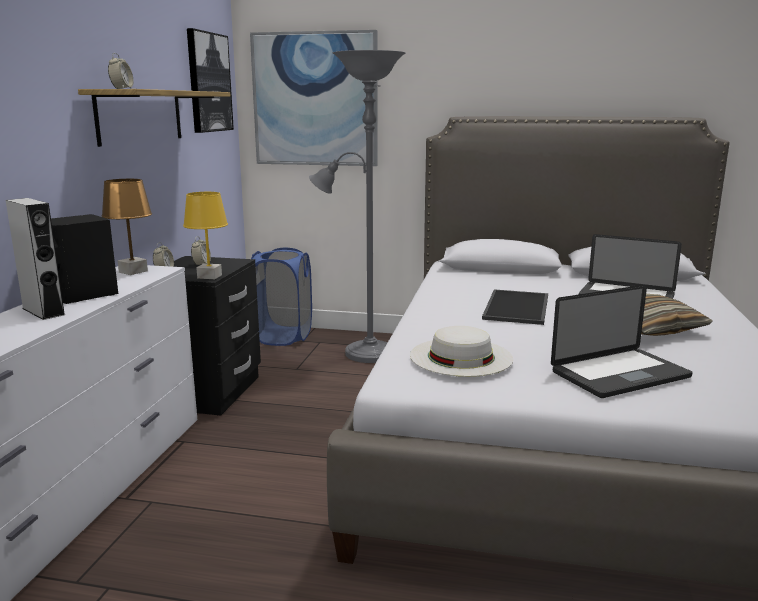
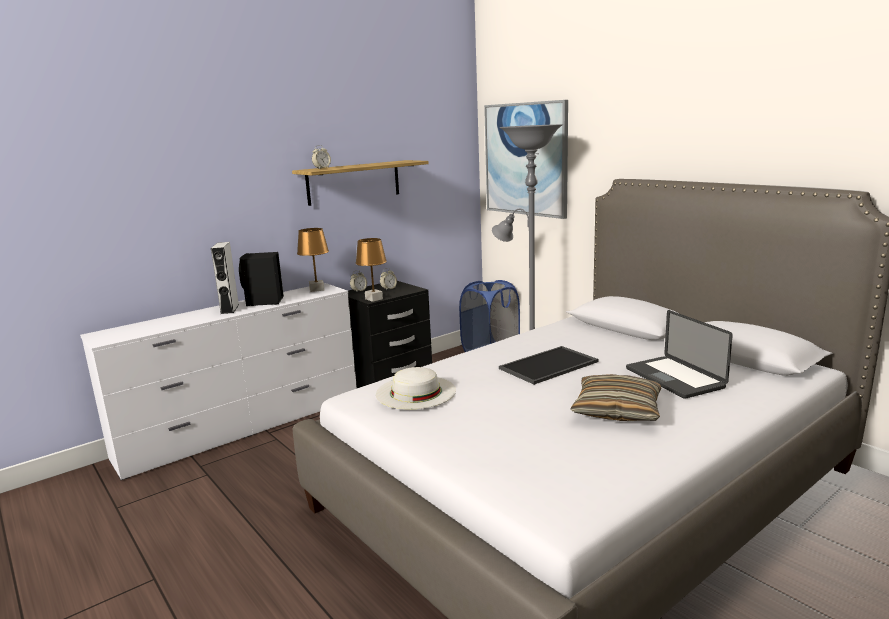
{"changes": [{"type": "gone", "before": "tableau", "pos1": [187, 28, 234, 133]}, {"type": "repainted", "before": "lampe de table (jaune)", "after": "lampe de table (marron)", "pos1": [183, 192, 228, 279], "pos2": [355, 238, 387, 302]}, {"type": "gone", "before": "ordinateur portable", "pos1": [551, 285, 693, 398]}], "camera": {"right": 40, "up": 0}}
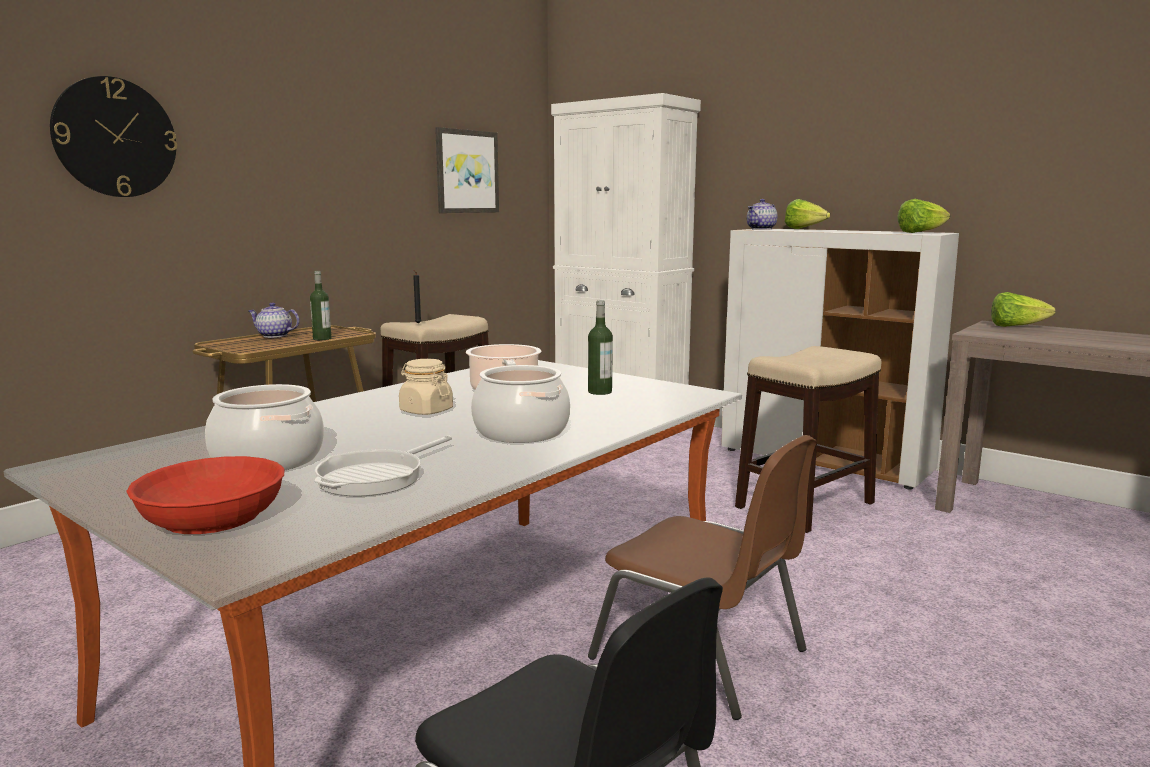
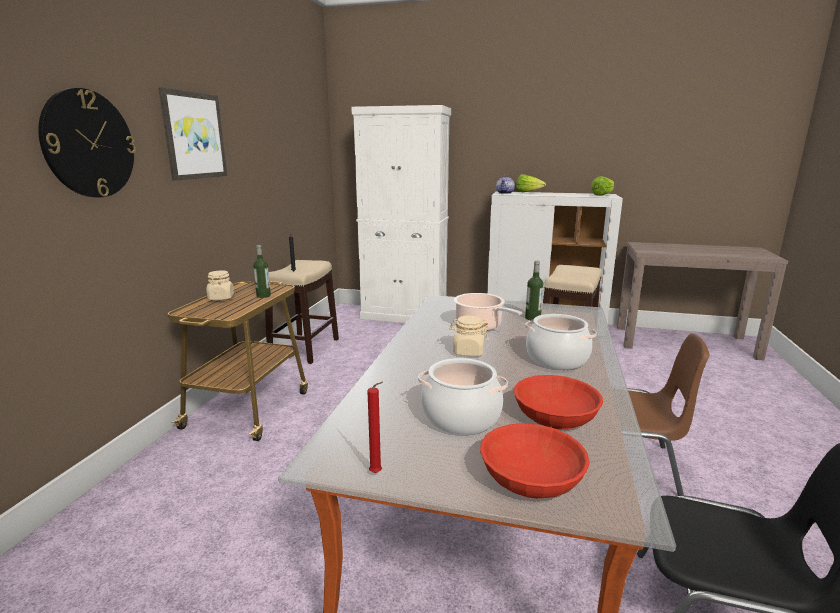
{"changes": [{"type": "shifted", "before": "tableau", "pos1": [435, 127, 499, 213], "pos2": [159, 87, 227, 181]}, {"type": "gone", "before": "laitue", "pos1": [991, 292, 1056, 327]}, {"type": "swapped", "before": "théière", "after": "bocal (beige)", "pos1": [248, 303, 299, 338], "pos2": [206, 270, 234, 300]}, {"type": "swapped", "before": "poêle", "after": "bol (rouge)", "pos1": [314, 435, 452, 496], "pos2": [514, 375, 603, 429]}, {"type": "new", "after": "bougie (rouge)", "pos2": [367, 382, 383, 473]}], "camera": {"right": -25, "up": 5}}
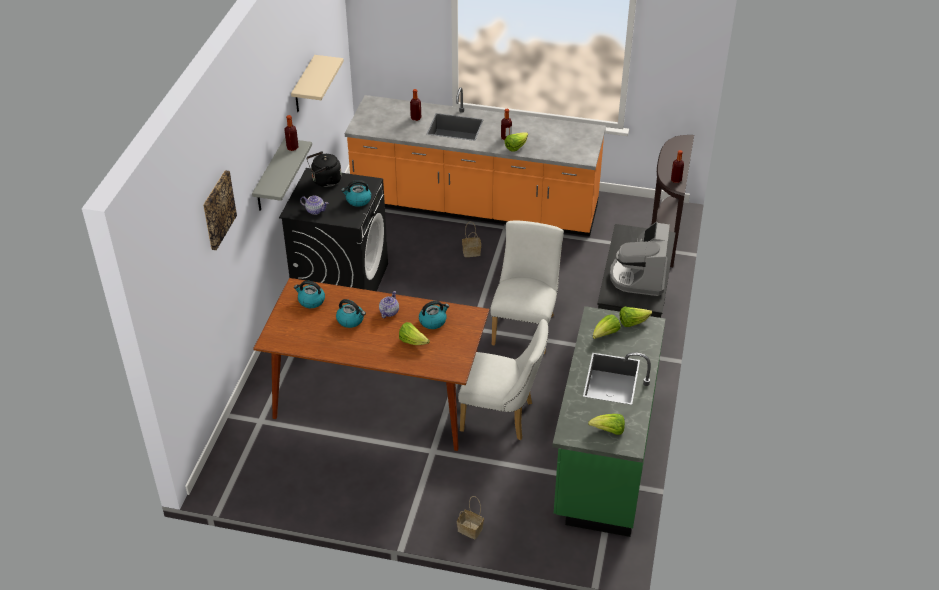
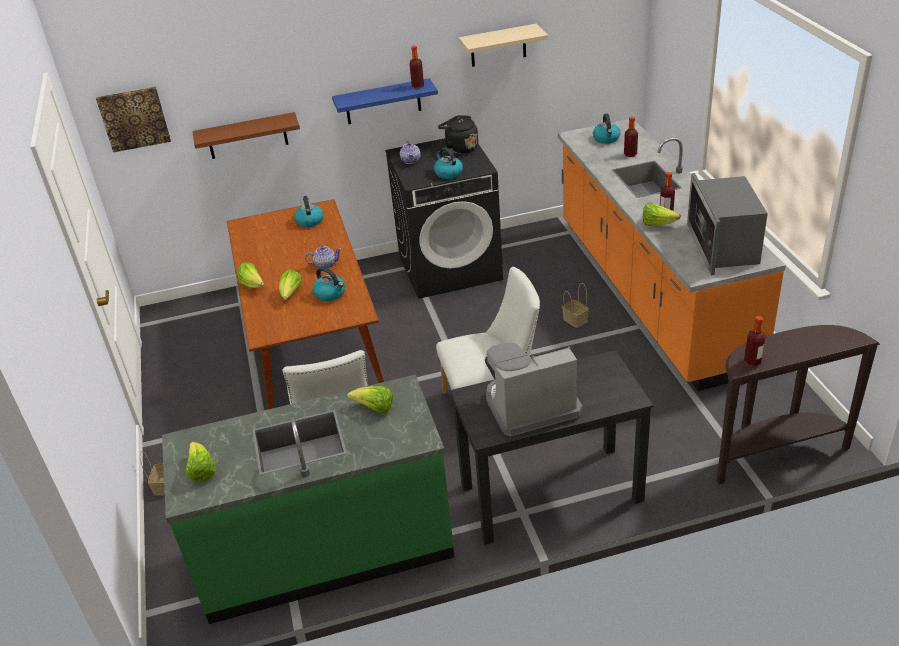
{"changes": [{"type": "repainted", "before": "étagère (gris)", "after": "étagère (bleu)", "pos1": [252, 138, 312, 211], "pos2": [332, 78, 438, 124]}, {"type": "shifted", "before": "tableau", "pos1": [203, 170, 237, 250], "pos2": [96, 87, 171, 152]}, {"type": "shifted", "before": "bouilloire", "pos1": [336, 299, 366, 328], "pos2": [593, 114, 621, 144]}, {"type": "shifted", "before": "laitue", "pos1": [620, 307, 652, 327], "pos2": [236, 262, 265, 288]}, {"type": "new", "after": "étagère (marron)", "pos2": [192, 112, 300, 159]}, {"type": "new", "after": "micro-ondes", "pos2": [687, 173, 768, 275]}], "camera": {"right": 65, "up": -5}}
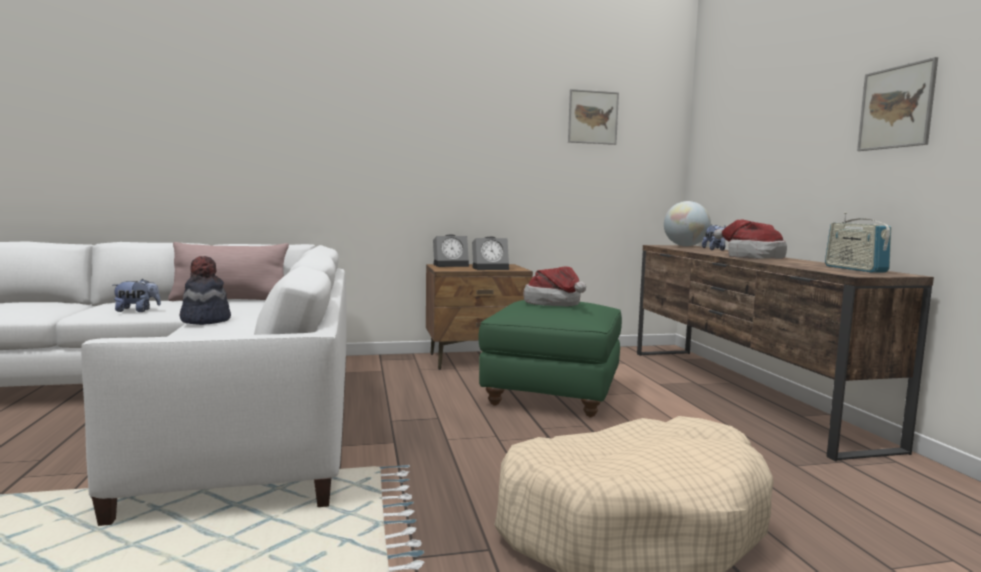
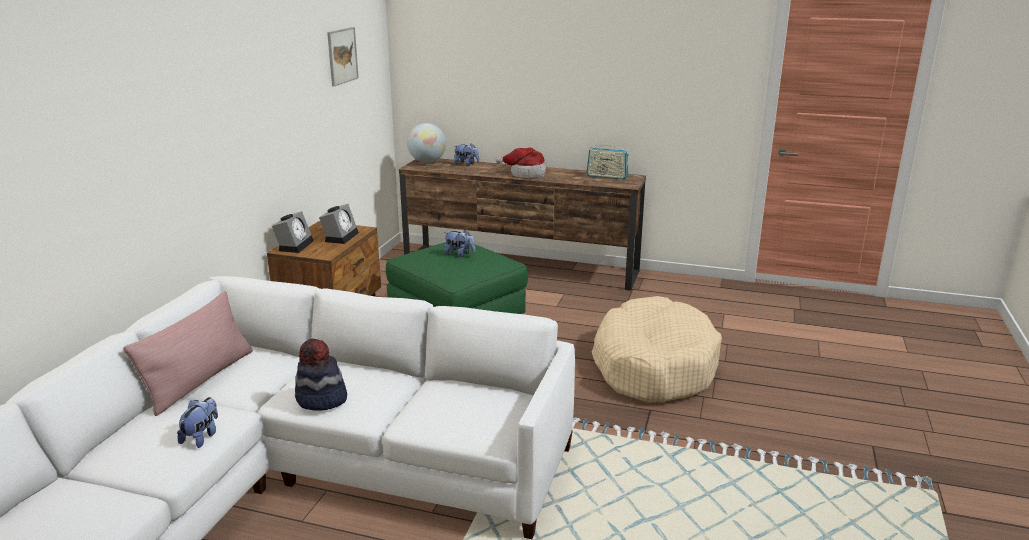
{"changes": [{"type": "gone", "before": "tableau", "pos1": [857, 57, 938, 151]}, {"type": "swapped", "before": "chapeau", "after": "peluche", "pos1": [523, 266, 586, 307], "pos2": [444, 230, 475, 257]}], "camera": {"right": -60, "up": 15}}
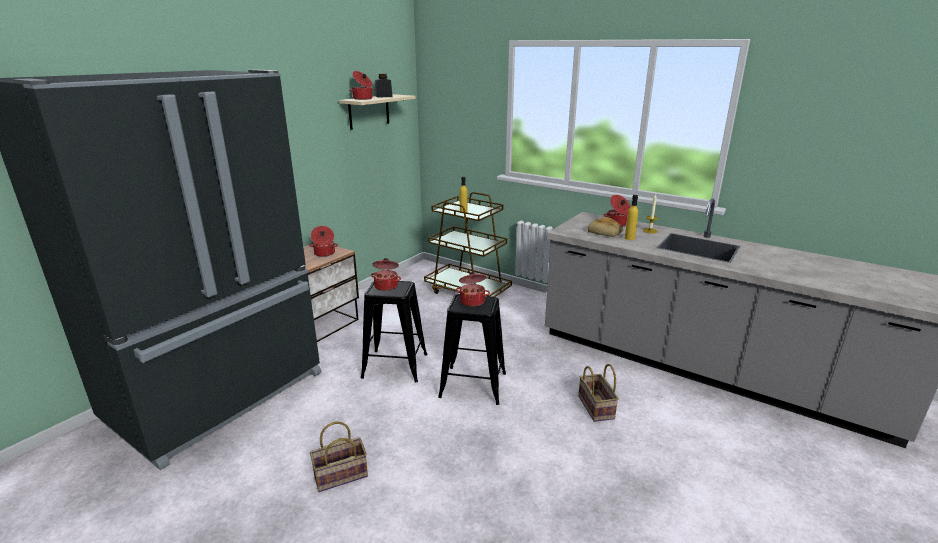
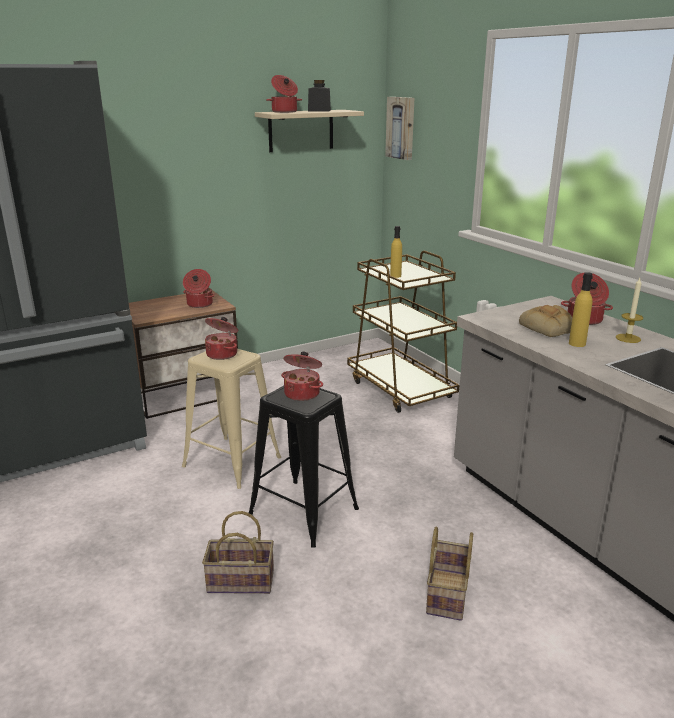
{"changes": [{"type": "repainted", "before": "tabouret (noir)", "after": "tabouret (beige)", "pos1": [361, 281, 428, 383], "pos2": [182, 349, 281, 489]}, {"type": "shifted", "before": "panier", "pos1": [310, 421, 368, 492], "pos2": [202, 511, 274, 594]}, {"type": "new", "after": "tableau", "pos2": [385, 97, 414, 160]}], "camera": {"right": 25, "up": 0}}
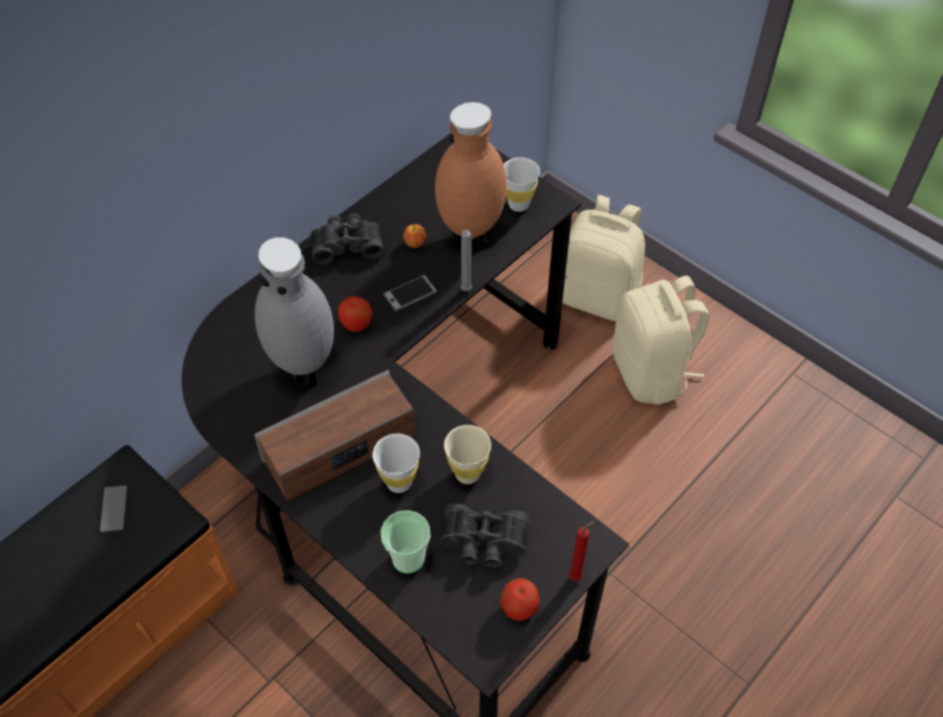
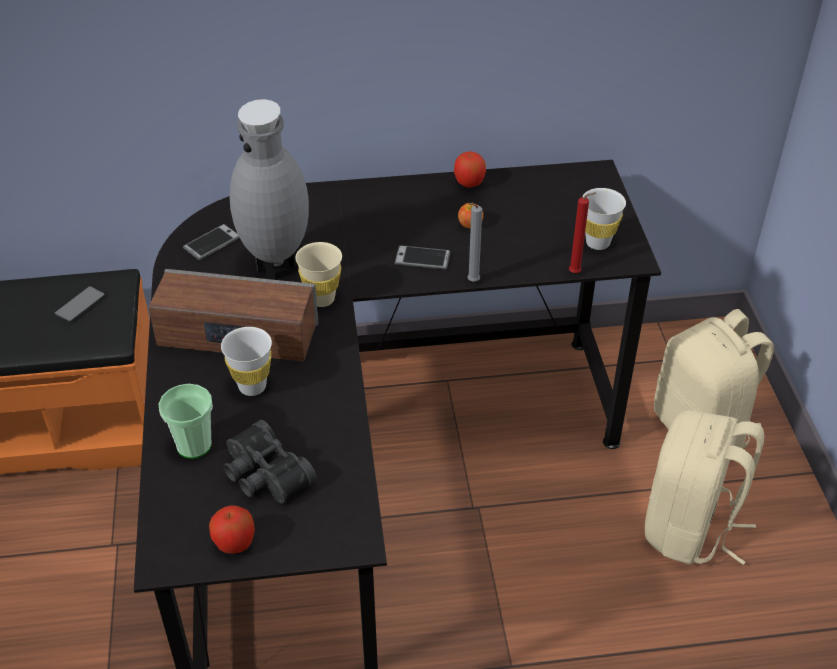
{"changes": [{"type": "gone", "before": "vase (marron)", "pos1": [435, 102, 507, 248]}, {"type": "gone", "before": "jumelles (noir)", "pos1": [310, 214, 384, 265]}, {"type": "shifted", "before": "pomme", "pos1": [338, 296, 372, 332], "pos2": [454, 151, 486, 188]}, {"type": "shifted", "before": "tasse (beige)", "pos1": [444, 425, 491, 484], "pos2": [295, 242, 342, 307]}, {"type": "shifted", "before": "bougie (rouge)", "pos1": [569, 521, 595, 582], "pos2": [569, 193, 596, 273]}, {"type": "new", "after": "téléphone", "pos2": [183, 224, 240, 260]}], "camera": {"right": 40, "up": -10}}
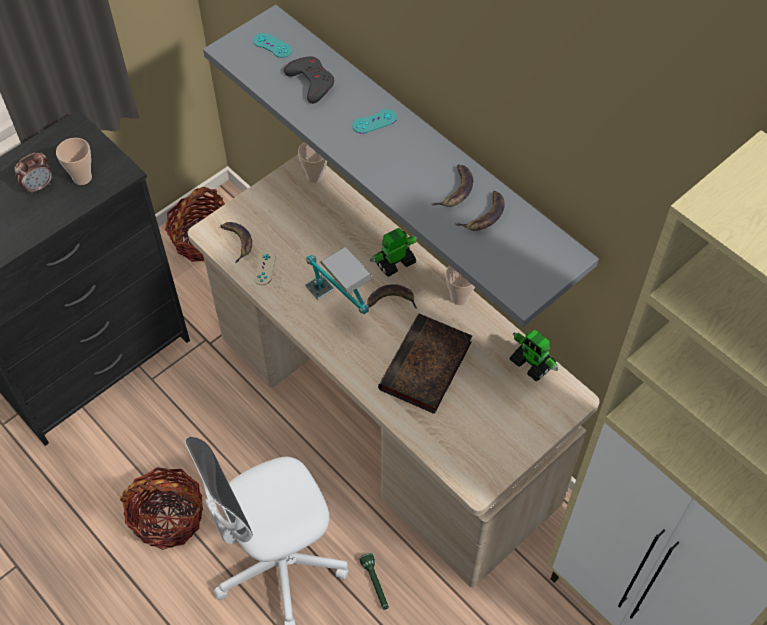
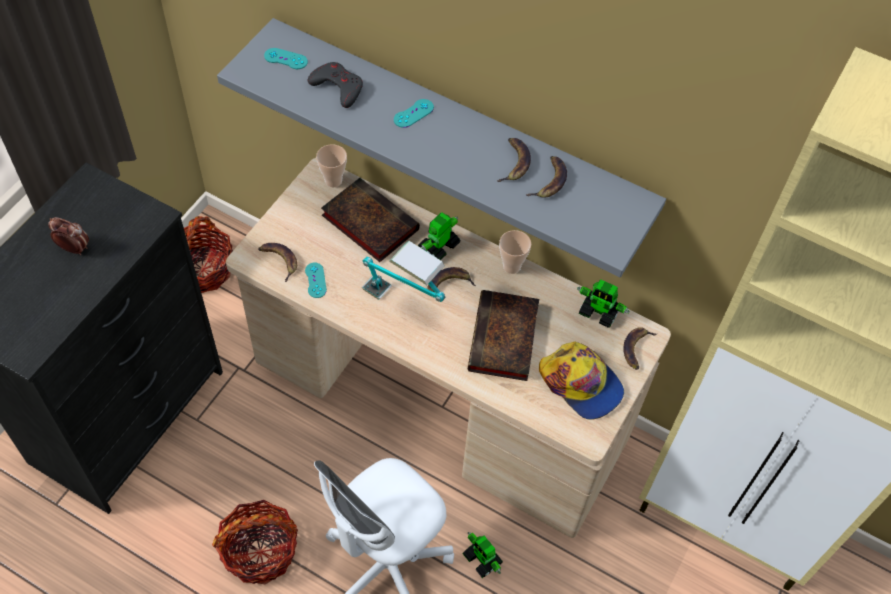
{"changes": [{"type": "gone", "before": "tasse", "pos1": [56, 138, 92, 185]}, {"type": "rotated", "before": "réveil", "pos1": [14, 153, 52, 195], "pos2": [48, 217, 89, 255], "turn": -105}, {"type": "repainted", "before": "manette (beige)", "after": "manette (turquoise)", "pos1": [253, 250, 276, 285], "pos2": [305, 263, 327, 298]}, {"type": "swapped", "before": "lampe de poche (vert)", "after": "robot jouet", "pos1": [359, 553, 389, 610], "pos2": [463, 532, 503, 578]}, {"type": "new", "after": "livre", "pos2": [321, 178, 420, 262]}, {"type": "new", "after": "banane", "pos2": [623, 327, 657, 370]}, {"type": "new", "after": "casquette", "pos2": [539, 342, 624, 420]}], "camera": {"right": -20, "up": 0}}
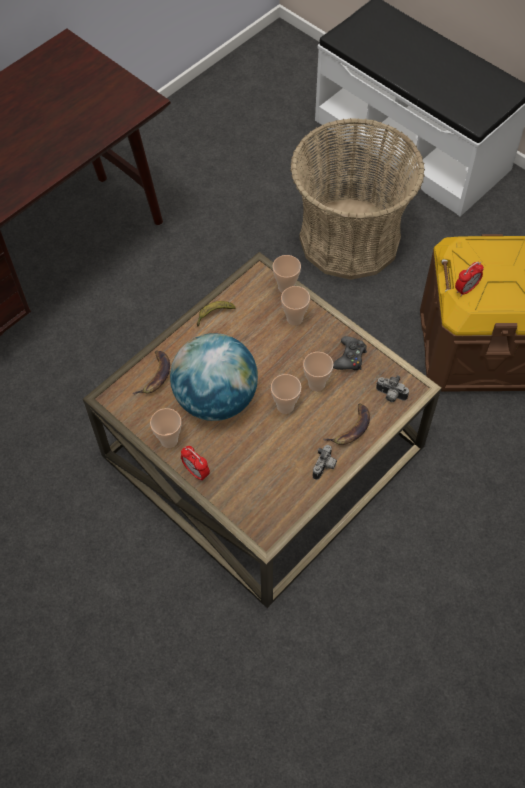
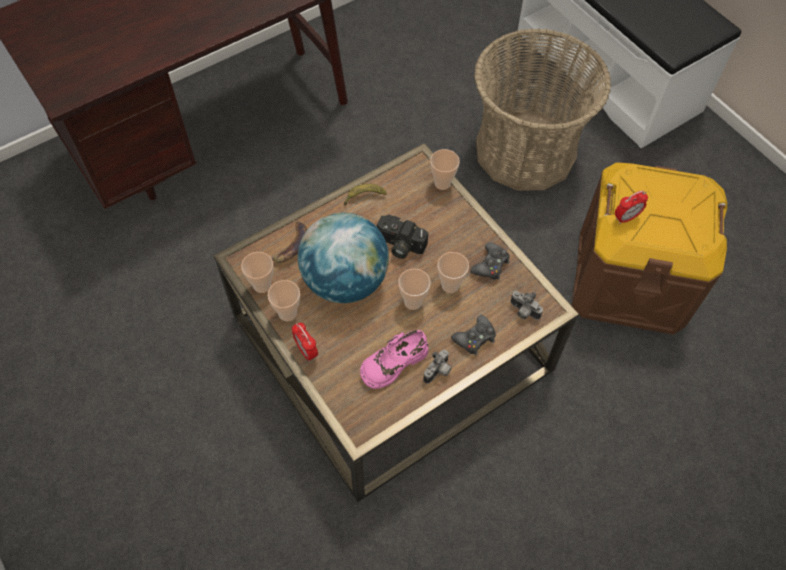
{"changes": [{"type": "shifted", "before": "tasse", "pos1": [281, 286, 310, 326], "pos2": [241, 252, 273, 293]}, {"type": "swapped", "before": "banane", "after": "manette (noir)", "pos1": [323, 403, 370, 445], "pos2": [451, 315, 496, 355]}, {"type": "new", "after": "appareil photo", "pos2": [377, 215, 428, 259]}, {"type": "new", "after": "chaussure (rose)", "pos2": [360, 330, 428, 389]}], "camera": {"right": 10, "up": 0}}
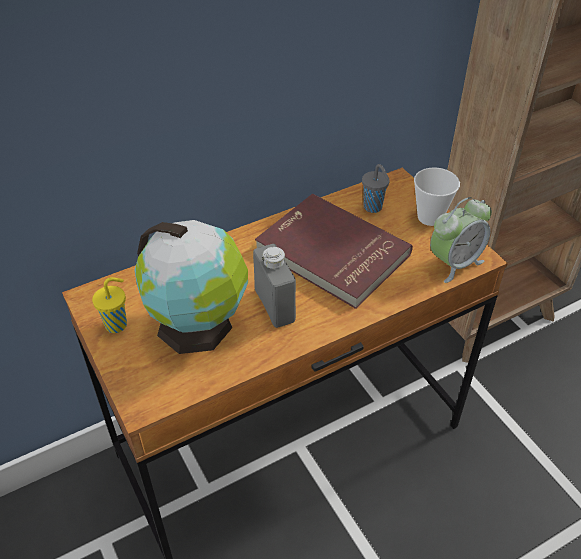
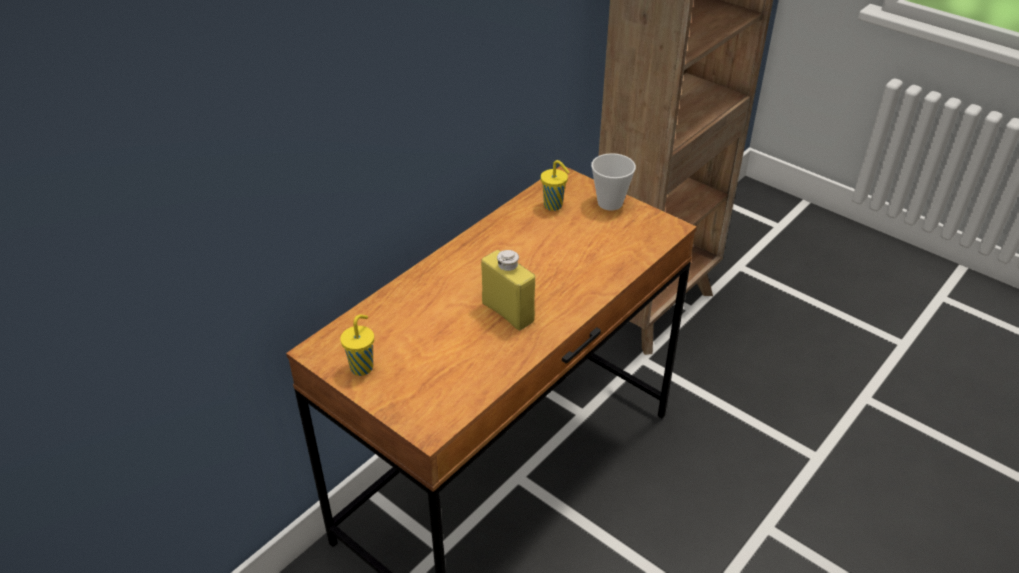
{"changes": [{"type": "repainted", "before": "tasse (gris)", "after": "tasse (jaune)", "pos1": [362, 164, 390, 213], "pos2": [541, 160, 570, 211]}, {"type": "gone", "before": "livre (rouge)", "pos1": [255, 194, 413, 309]}, {"type": "gone", "before": "réveil", "pos1": [430, 197, 492, 283]}, {"type": "gone", "before": "globe", "pos1": [135, 220, 248, 354]}, {"type": "repainted", "before": "bouteille (gris)", "after": "bouteille (jaune)", "pos1": [253, 244, 296, 328], "pos2": [481, 250, 535, 330]}], "camera": {"right": -20, "up": -5}}
